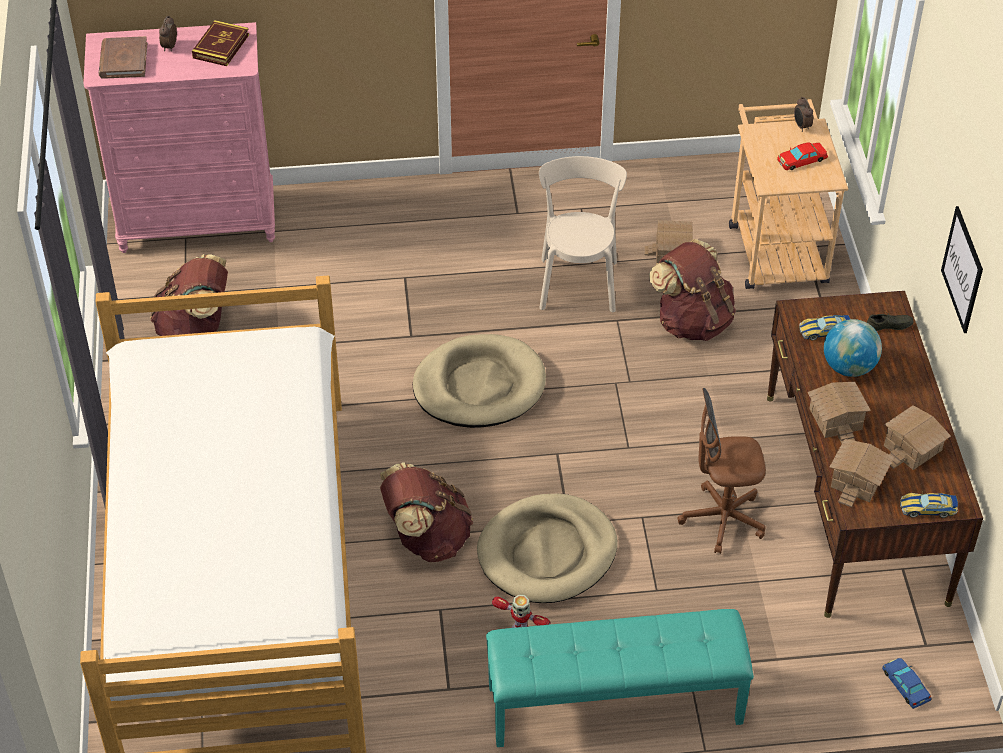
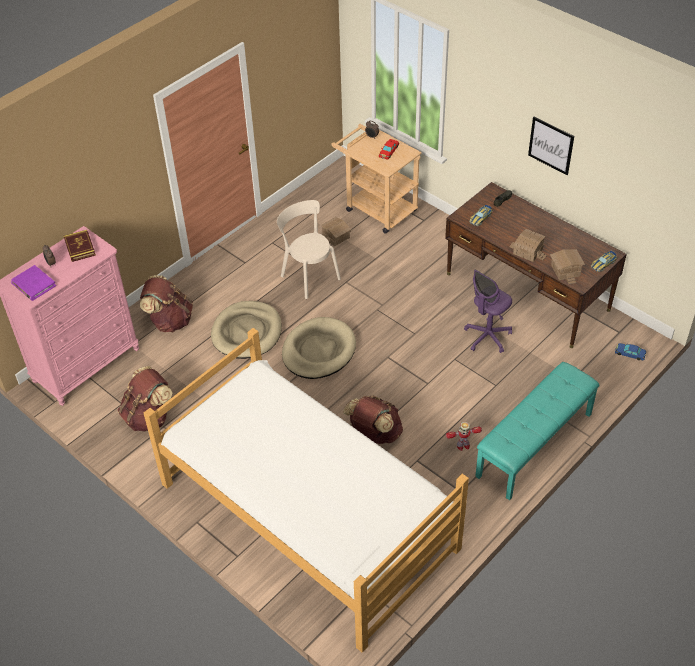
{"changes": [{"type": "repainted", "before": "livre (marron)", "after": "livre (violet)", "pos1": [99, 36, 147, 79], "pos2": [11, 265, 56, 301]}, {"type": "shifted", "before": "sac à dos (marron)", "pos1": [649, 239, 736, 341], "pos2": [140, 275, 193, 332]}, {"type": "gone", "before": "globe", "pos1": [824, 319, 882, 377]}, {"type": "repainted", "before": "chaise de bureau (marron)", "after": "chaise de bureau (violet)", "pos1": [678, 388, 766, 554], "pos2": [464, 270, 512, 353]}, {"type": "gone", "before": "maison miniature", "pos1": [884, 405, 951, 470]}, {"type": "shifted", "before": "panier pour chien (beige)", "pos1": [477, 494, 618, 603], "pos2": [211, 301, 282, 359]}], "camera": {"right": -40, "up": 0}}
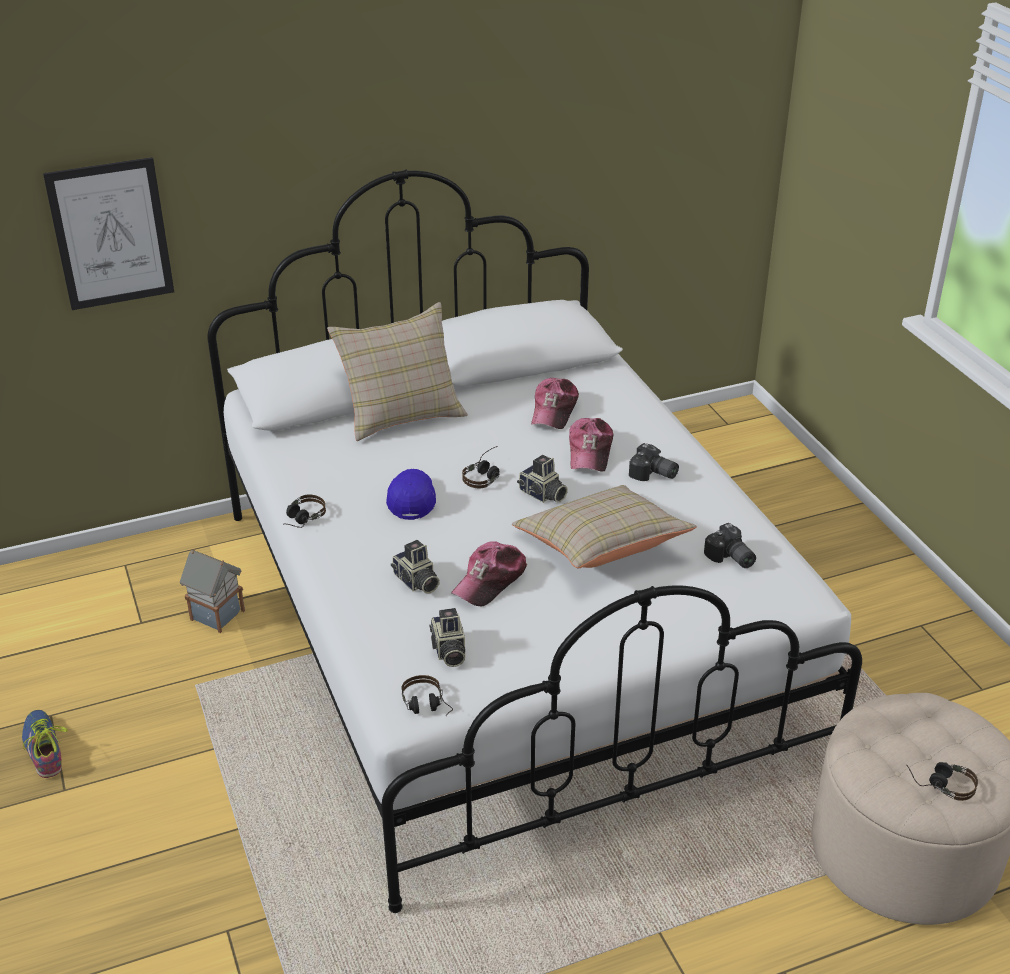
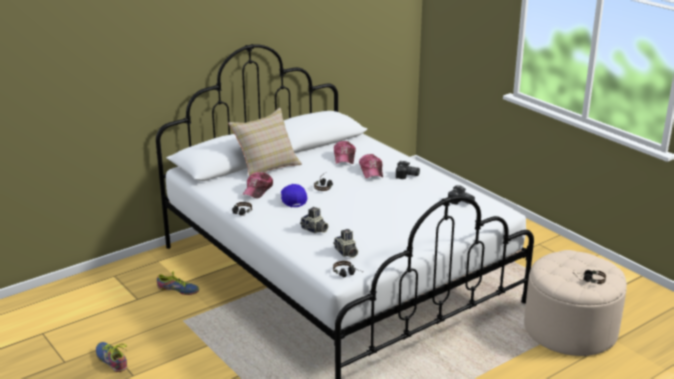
{"changes": [{"type": "gone", "before": "tableau", "pos1": [43, 157, 174, 310]}, {"type": "gone", "before": "appareil photo", "pos1": [517, 455, 568, 503]}, {"type": "gone", "before": "coussin (beige)", "pos1": [512, 485, 697, 568]}, {"type": "shifted", "before": "casquette", "pos1": [451, 541, 527, 606], "pos2": [242, 172, 273, 199]}, {"type": "swapped", "before": "maison miniature", "after": "chaussure", "pos1": [180, 549, 245, 633], "pos2": [157, 272, 199, 295]}], "camera": {"right": -15, "up": -10}}
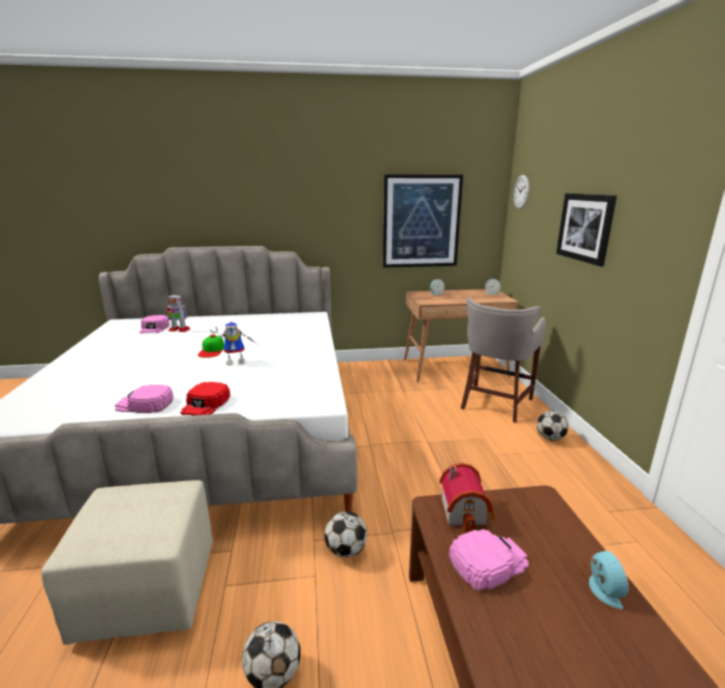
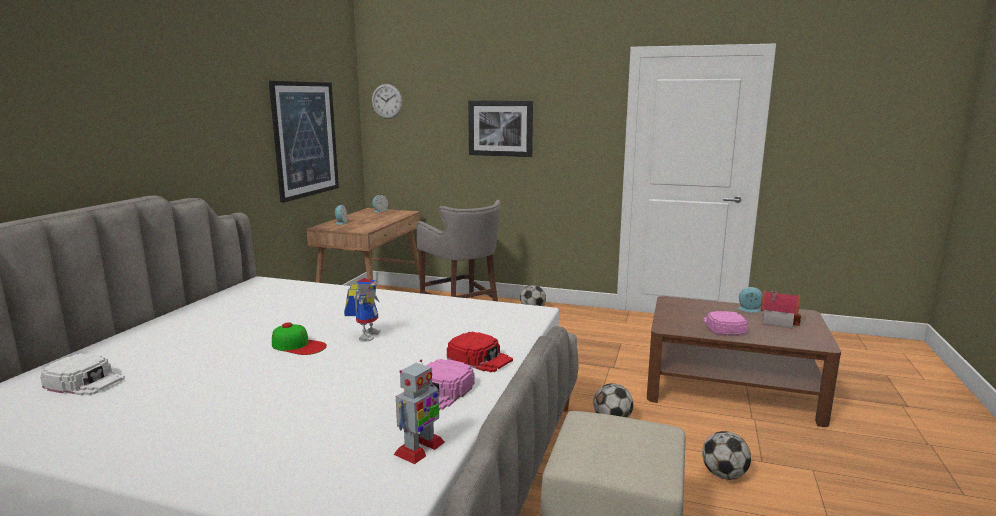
{"changes": [{"type": "shifted", "before": "robot jouet", "pos1": [167, 294, 191, 332], "pos2": [394, 360, 445, 464]}, {"type": "repainted", "before": "casquette (rose)", "after": "casquette (blanc)", "pos1": [140, 315, 169, 334], "pos2": [40, 354, 125, 396]}, {"type": "shifted", "before": "maison miniature", "pos1": [439, 463, 495, 532], "pos2": [761, 290, 801, 328]}], "camera": {"right": -65, "up": -5}}
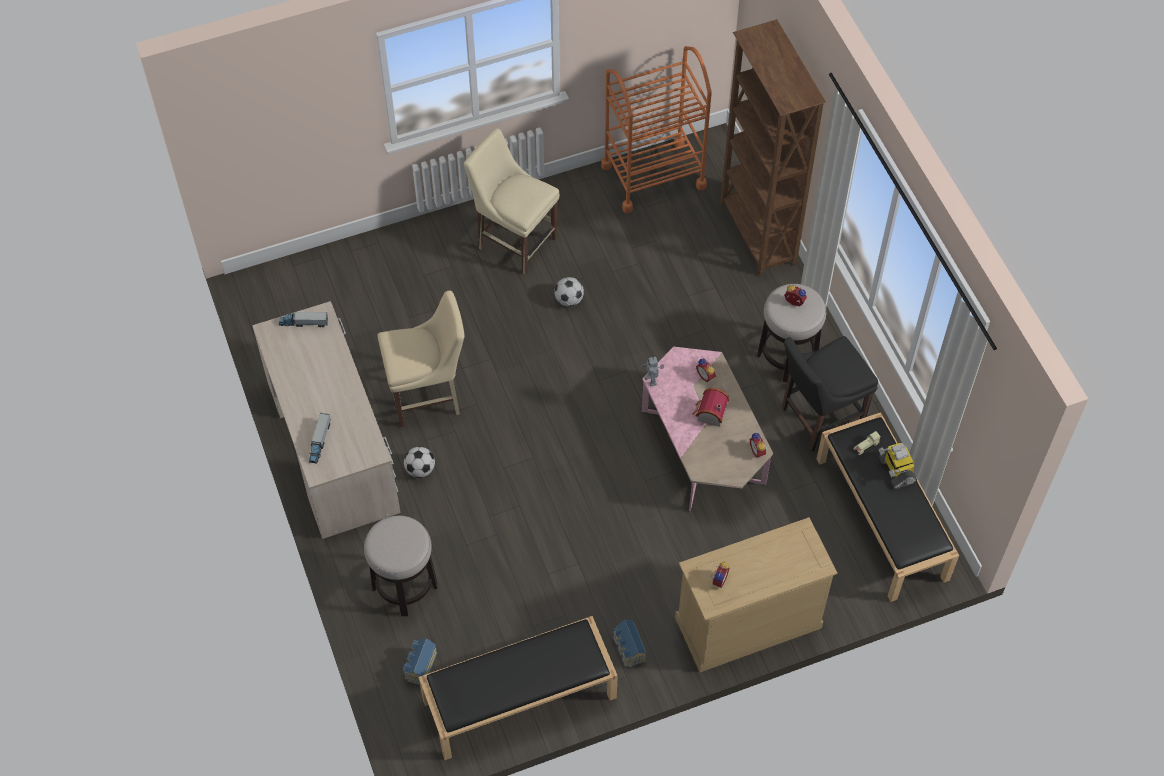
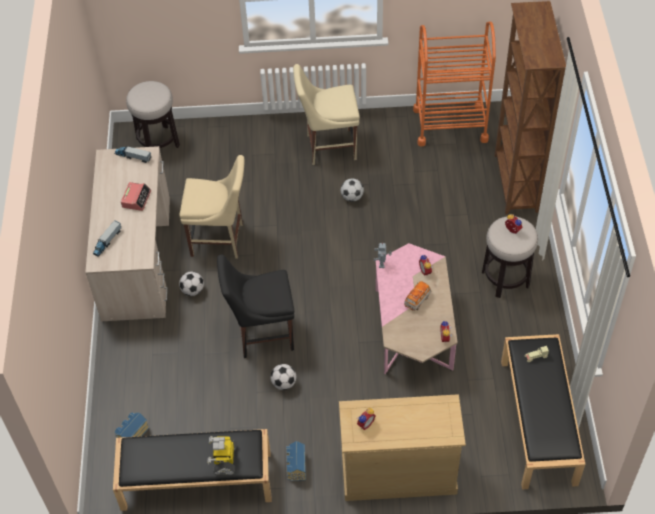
{"changes": [{"type": "rotated", "before": "chaise (beige)", "pos1": [464, 128, 560, 275], "pos2": [293, 64, 360, 165], "turn": -60}, {"type": "shifted", "before": "chaise (noir)", "pos1": [782, 336, 878, 452], "pos2": [217, 254, 294, 358]}, {"type": "swapped", "before": "maison miniature", "after": "petite voiture", "pos1": [692, 388, 730, 427], "pos2": [404, 281, 431, 311]}, {"type": "shifted", "before": "robot jouet", "pos1": [879, 443, 917, 489], "pos2": [207, 436, 237, 475]}, {"type": "shifted", "before": "tabouret", "pos1": [364, 515, 437, 616], "pos2": [126, 81, 180, 148]}, {"type": "new", "after": "réveil", "pos2": [121, 182, 151, 211]}, {"type": "new", "after": "ballon de foot", "pos2": [270, 364, 296, 390]}], "camera": {"right": 20, "up": -5}}
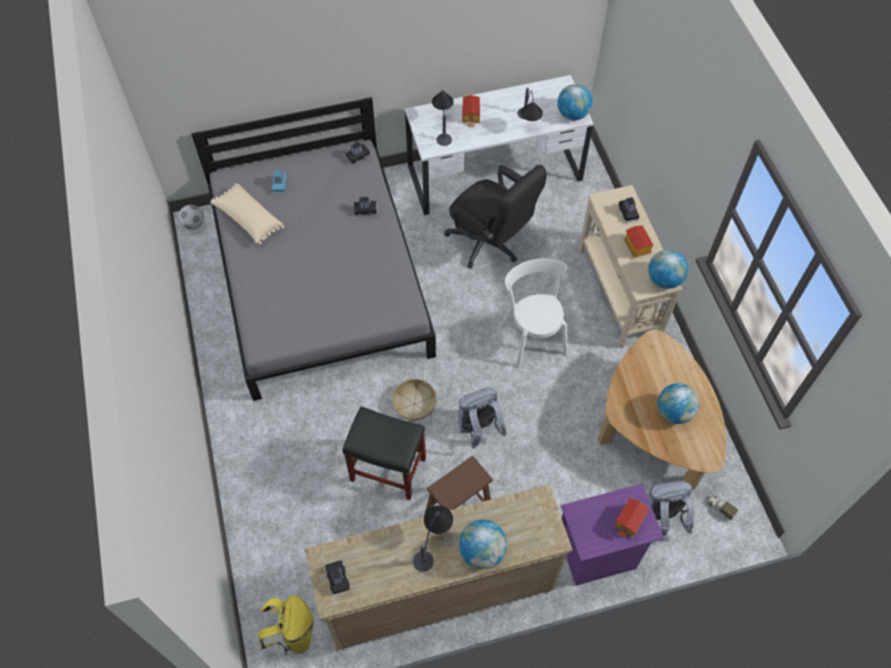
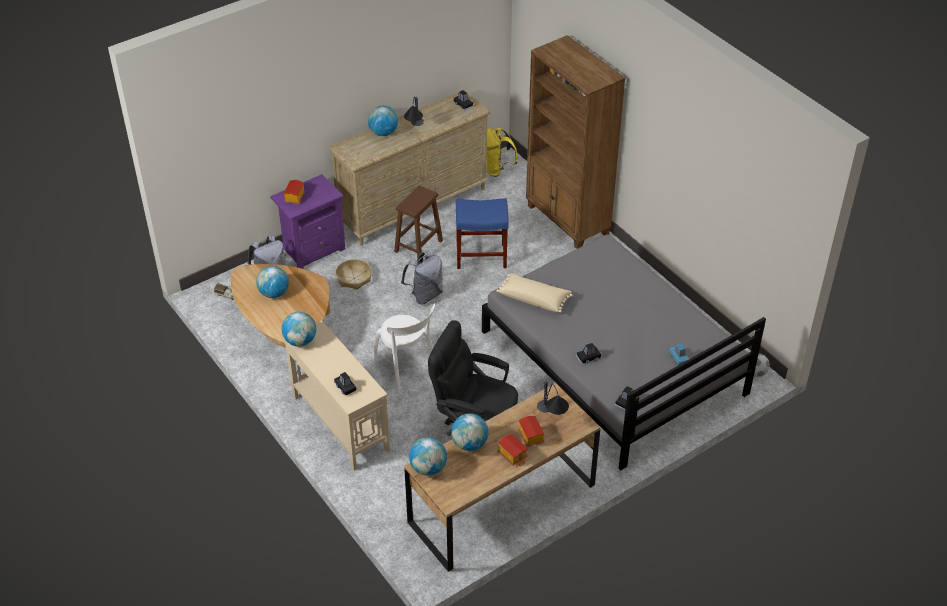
{"changes": [{"type": "repainted", "before": "bureau (blanc)", "after": "bureau (marron)", "pos1": [405, 75, 594, 215], "pos2": [404, 383, 601, 572]}, {"type": "swapped", "before": "lampe de table", "after": "globe", "pos1": [517, 87, 543, 121], "pos2": [451, 413, 489, 451]}, {"type": "shifted", "before": "coussin (beige)", "pos1": [210, 183, 284, 244], "pos2": [496, 273, 572, 313]}, {"type": "shifted", "before": "maison miniature", "pos1": [624, 225, 654, 258], "pos2": [497, 434, 528, 466]}, {"type": "shifted", "before": "panier", "pos1": [392, 379, 437, 422], "pos2": [335, 259, 372, 290]}, {"type": "repainted", "before": "tabouret (noir)", "after": "tabouret (bleu)", "pos1": [342, 406, 426, 500], "pos2": [456, 198, 509, 269]}, {"type": "new", "after": "bibliothèque (marron)", "pos2": [526, 35, 625, 249]}], "camera": {"right": 160, "up": -15}}
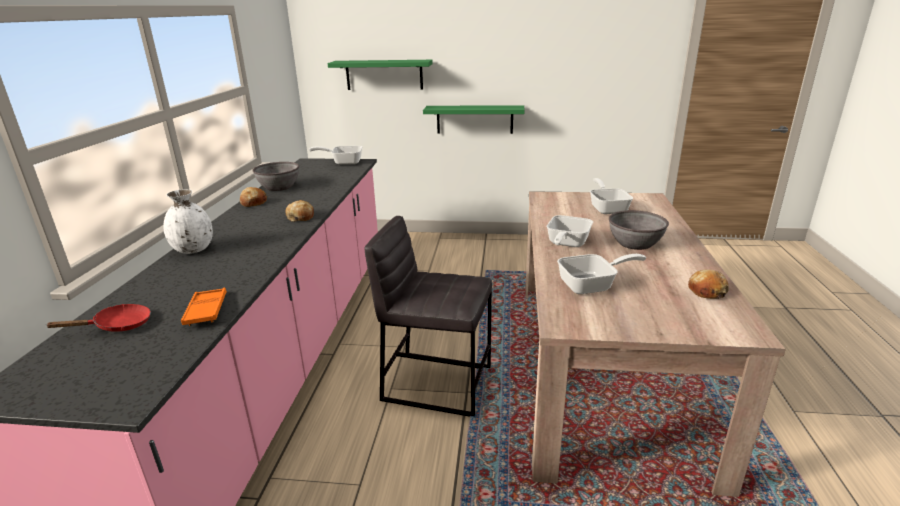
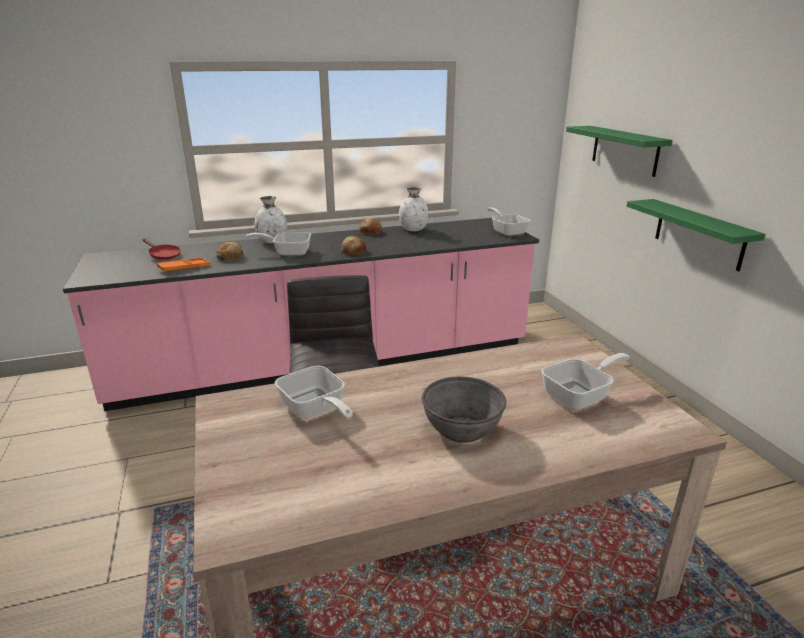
{"changes": [{"type": "swapped", "before": "bol (gris)", "after": "vase (blanc)", "pos1": [252, 162, 299, 191], "pos2": [399, 187, 429, 231]}, {"type": "shifted", "before": "poêle", "pos1": [547, 215, 593, 247], "pos2": [246, 232, 311, 256]}, {"type": "shifted", "before": "pain", "pos1": [688, 270, 729, 299], "pos2": [216, 242, 244, 261]}], "camera": {"right": 65, "up": 0}}
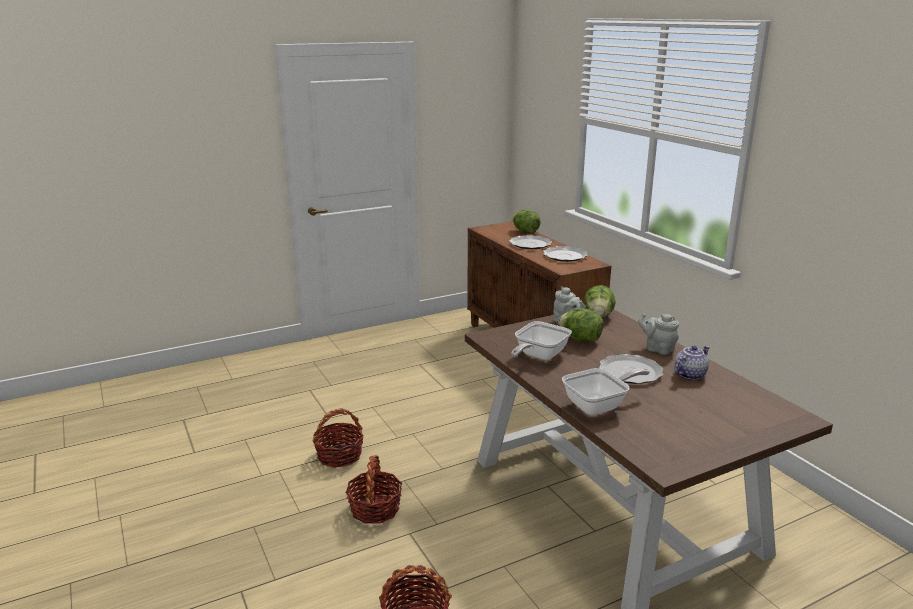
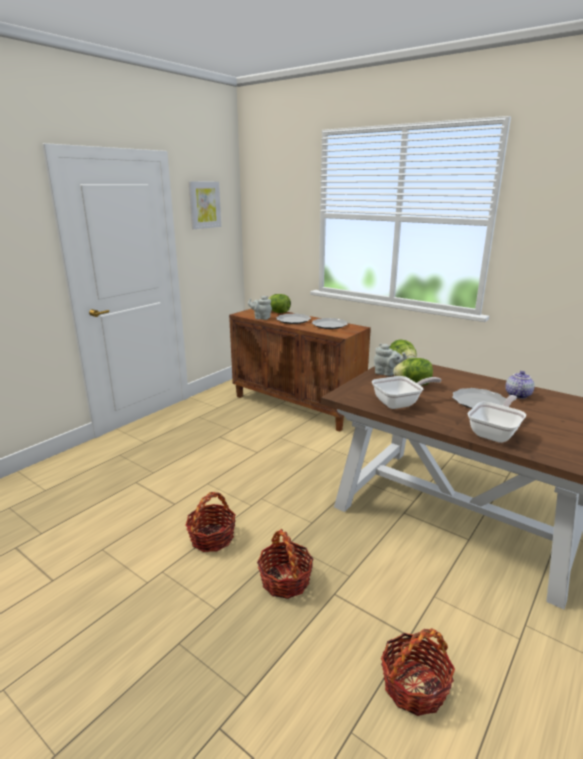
{"changes": [{"type": "shifted", "before": "théière (gris)", "pos1": [638, 313, 679, 355], "pos2": [248, 296, 272, 320]}, {"type": "rotated", "before": "poêle", "pos1": [511, 321, 572, 360], "pos2": [372, 376, 441, 409], "turn": -120}, {"type": "new", "after": "tableau", "pos2": [189, 182, 221, 229]}], "camera": {"right": -25, "up": 0}}
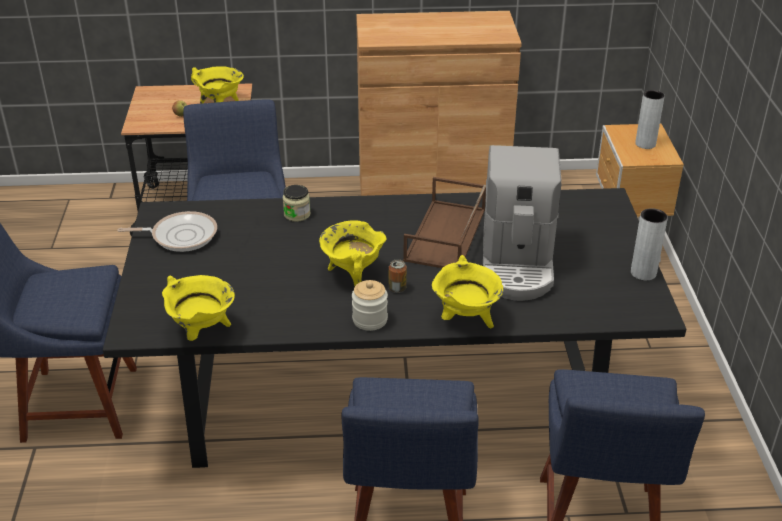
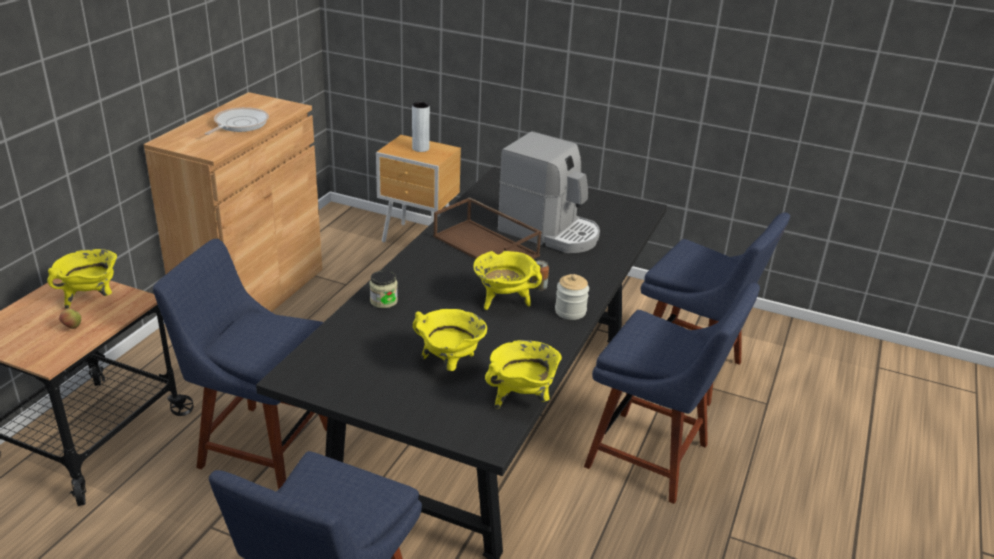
{"changes": [{"type": "gone", "before": "vase (gris)", "pos1": [631, 208, 668, 280]}, {"type": "shifted", "before": "poêle", "pos1": [117, 211, 217, 252], "pos2": [205, 107, 269, 135]}, {"type": "shifted", "before": "marmite (jaune)", "pos1": [432, 255, 503, 328], "pos2": [413, 309, 487, 371]}], "camera": {"right": -65, "up": -5}}
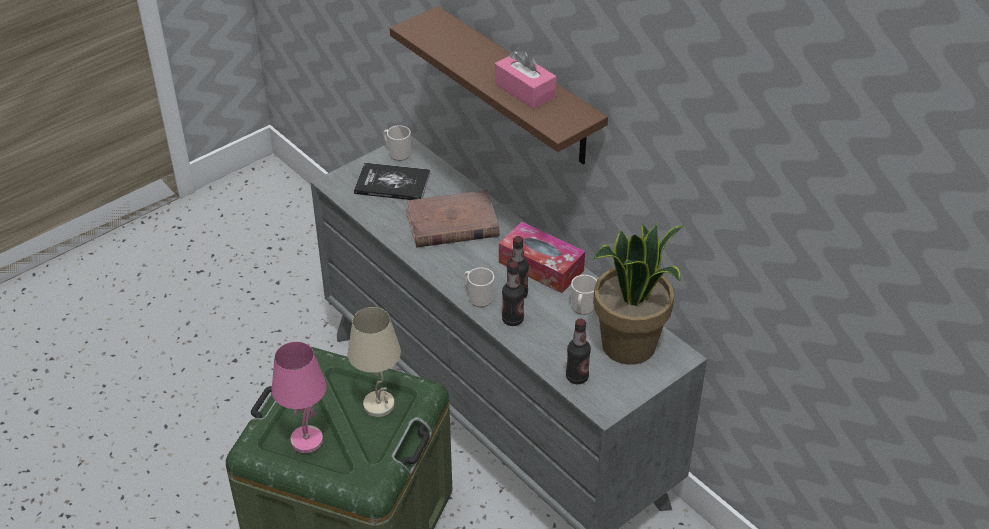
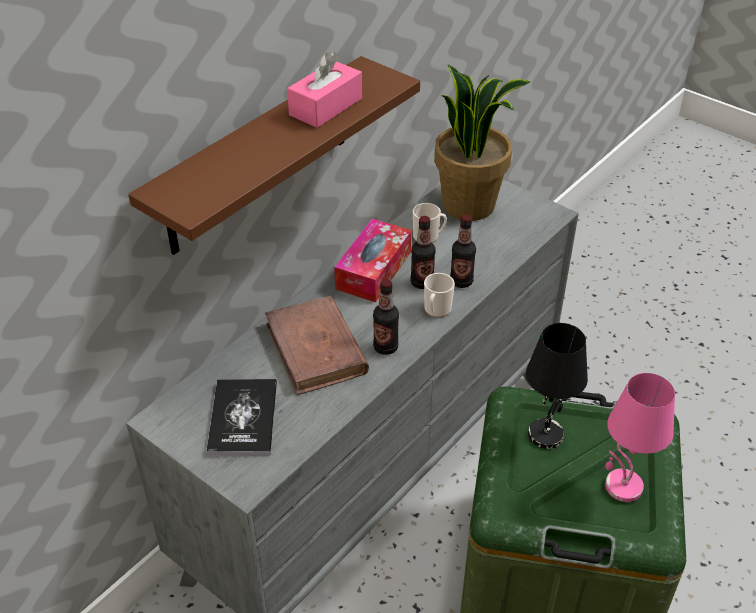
{"changes": [{"type": "gone", "before": "mug", "pos1": [383, 125, 411, 161]}, {"type": "repainted", "before": "lampe de table (beige)", "after": "lampe de table (noir)", "pos1": [348, 307, 401, 417], "pos2": [526, 323, 588, 449]}, {"type": "shifted", "before": "bouteille", "pos1": [566, 318, 591, 384], "pos2": [373, 279, 399, 355]}], "camera": {"right": -100, "up": 0}}
